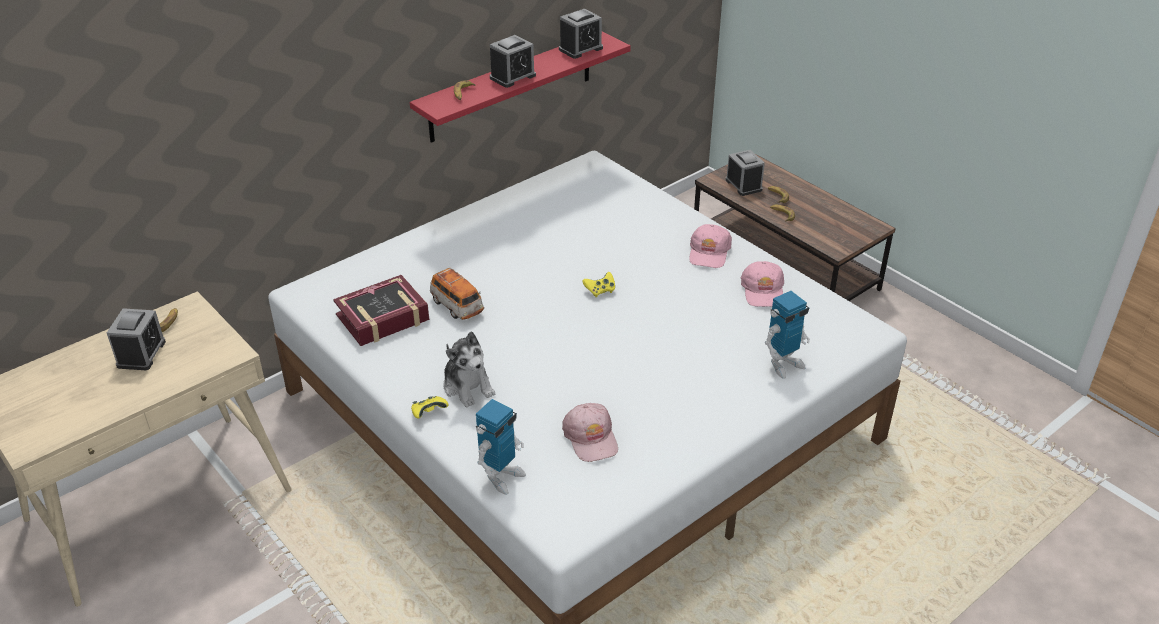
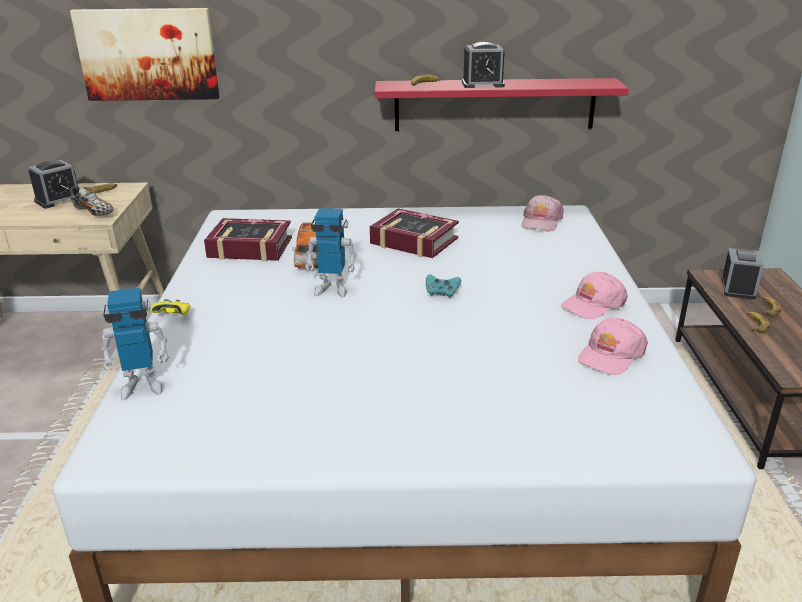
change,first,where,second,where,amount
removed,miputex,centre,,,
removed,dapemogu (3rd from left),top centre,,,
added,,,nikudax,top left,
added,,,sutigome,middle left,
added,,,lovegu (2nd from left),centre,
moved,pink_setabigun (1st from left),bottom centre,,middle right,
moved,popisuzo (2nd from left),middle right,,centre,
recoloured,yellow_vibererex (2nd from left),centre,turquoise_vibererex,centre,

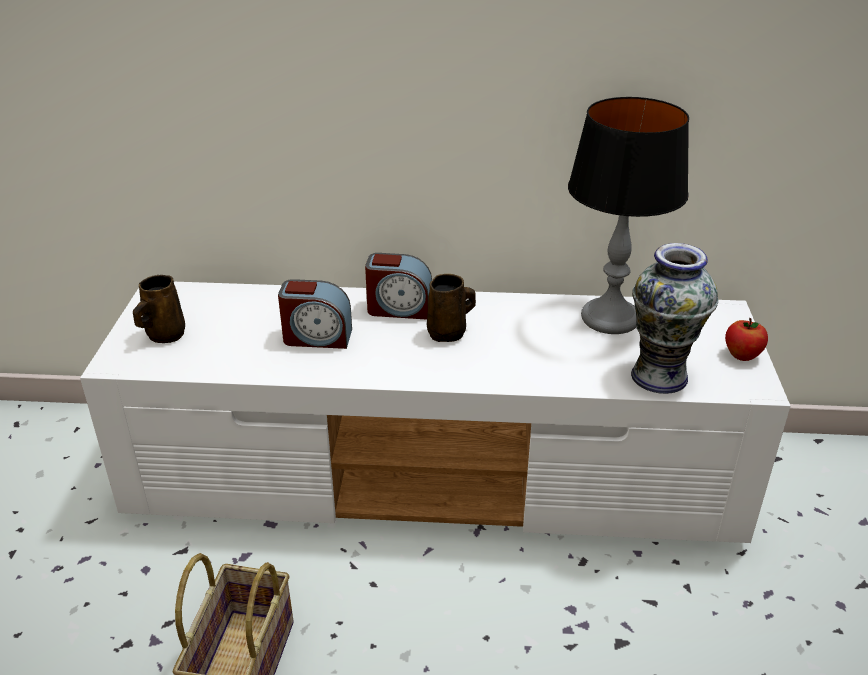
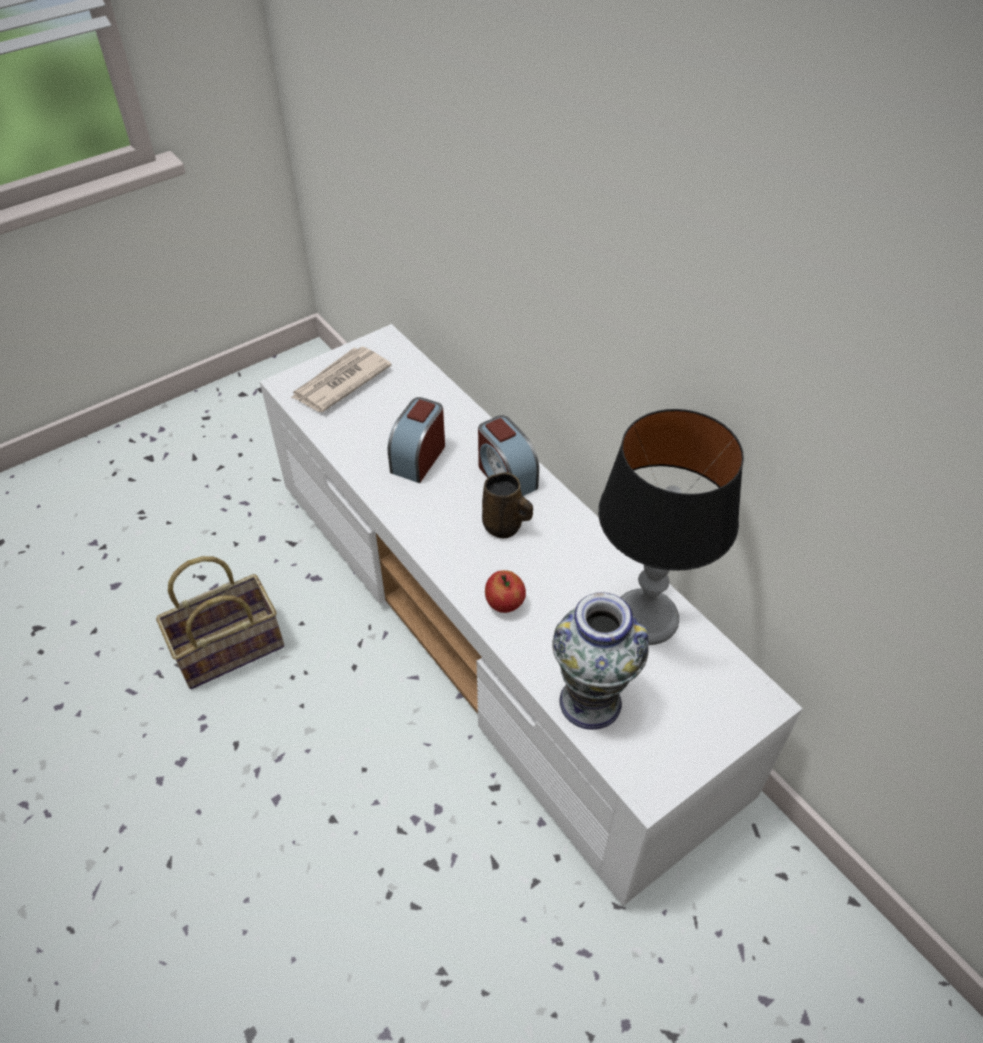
change,first,where,second,where,amount
moved,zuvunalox,middle right,,centre,
replaced,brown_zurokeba (1st from left),middle left,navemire,centre,
turned,dapemogu (1st from left),centre,,centre,60 degrees clockwise

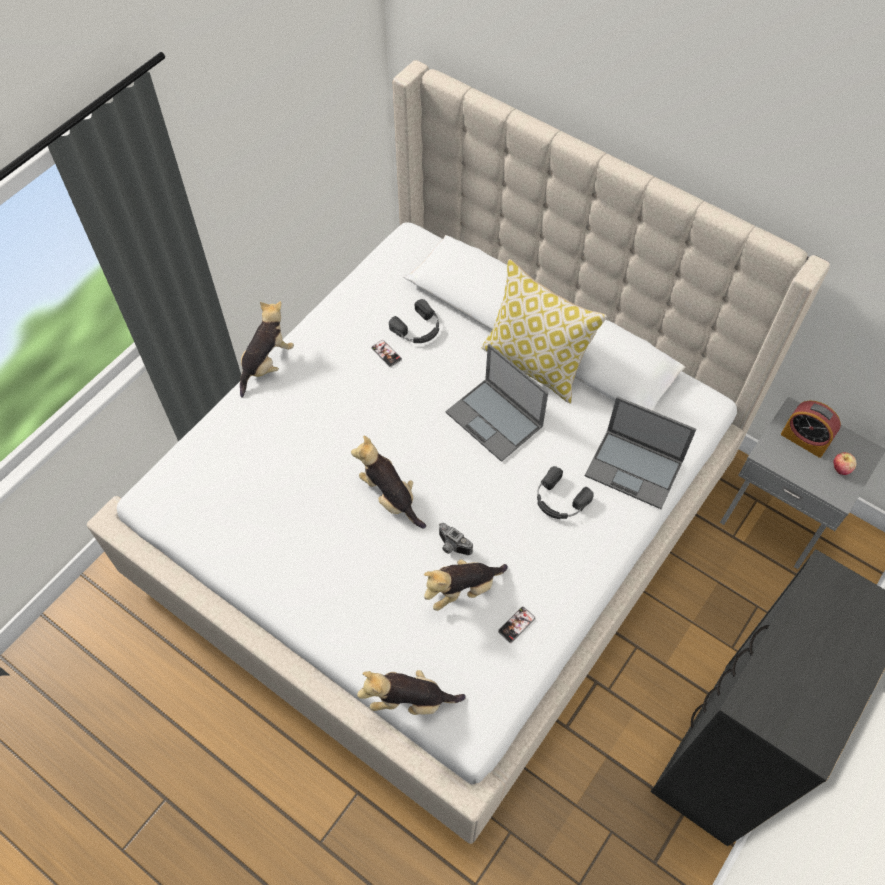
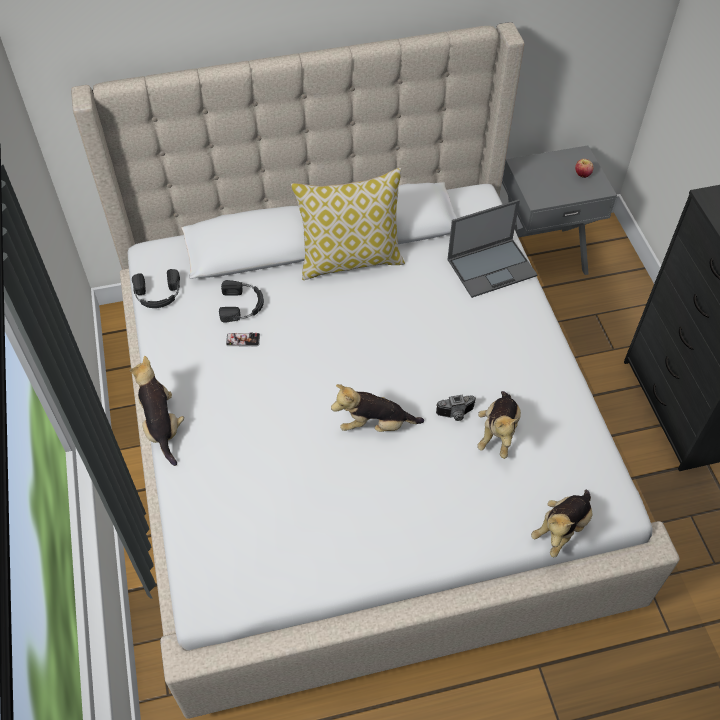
change,first,where,second,where,amount
removed,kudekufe (1st from left),centre,,,
removed,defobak (2nd from left),bottom centre,,,
removed,dapemogu,middle right,,,
moved,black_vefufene (2nd from left in the first image),centre,black_vefufene (1st from left),middle left,

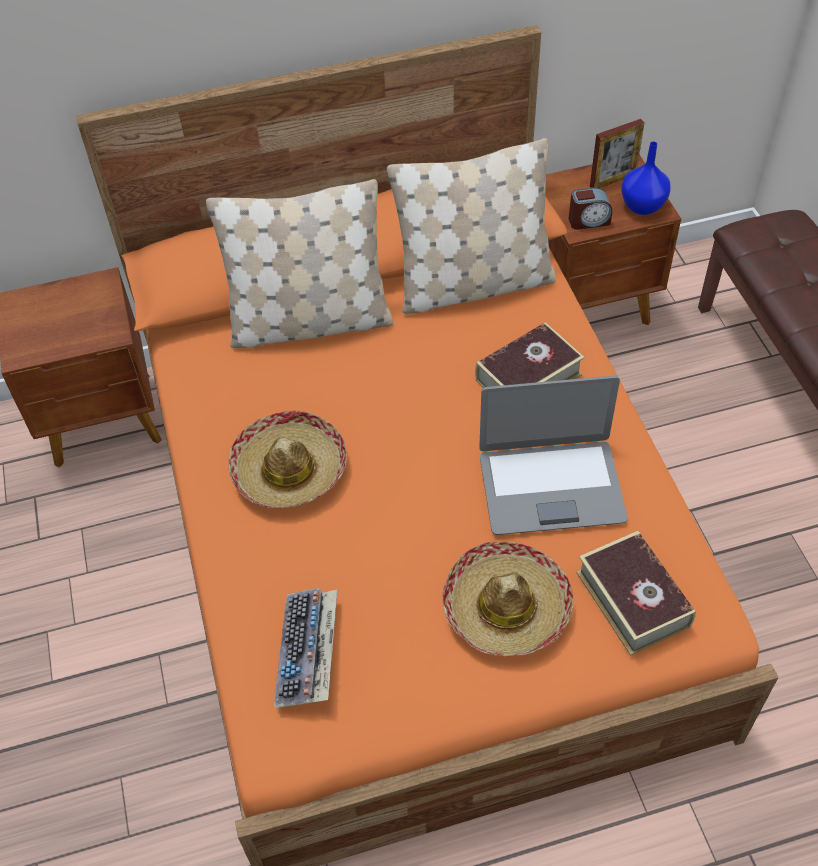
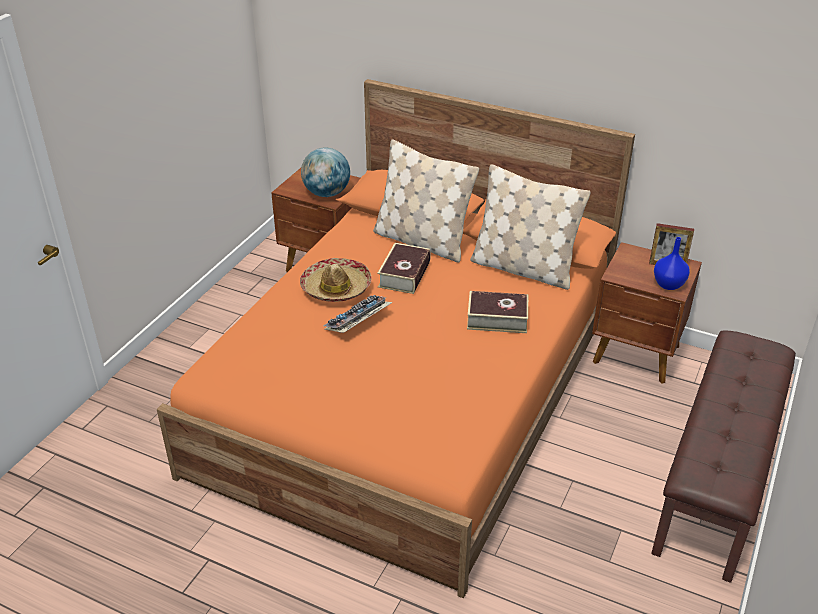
change,first,where,second,where,amount
removed,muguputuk (2nd from left),bottom centre,,,
removed,kudekufe,middle right,,,
removed,dapemogu,top right,,,
added,,,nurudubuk,top centre,
moved,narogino,bottom centre,,centre,
moved,lovegu (2nd from left in the first image),bottom right,lovegu (1st from left),centre,

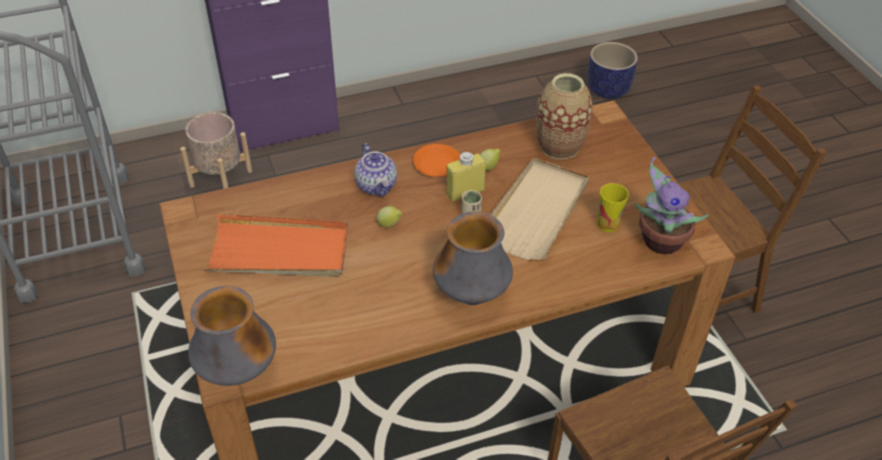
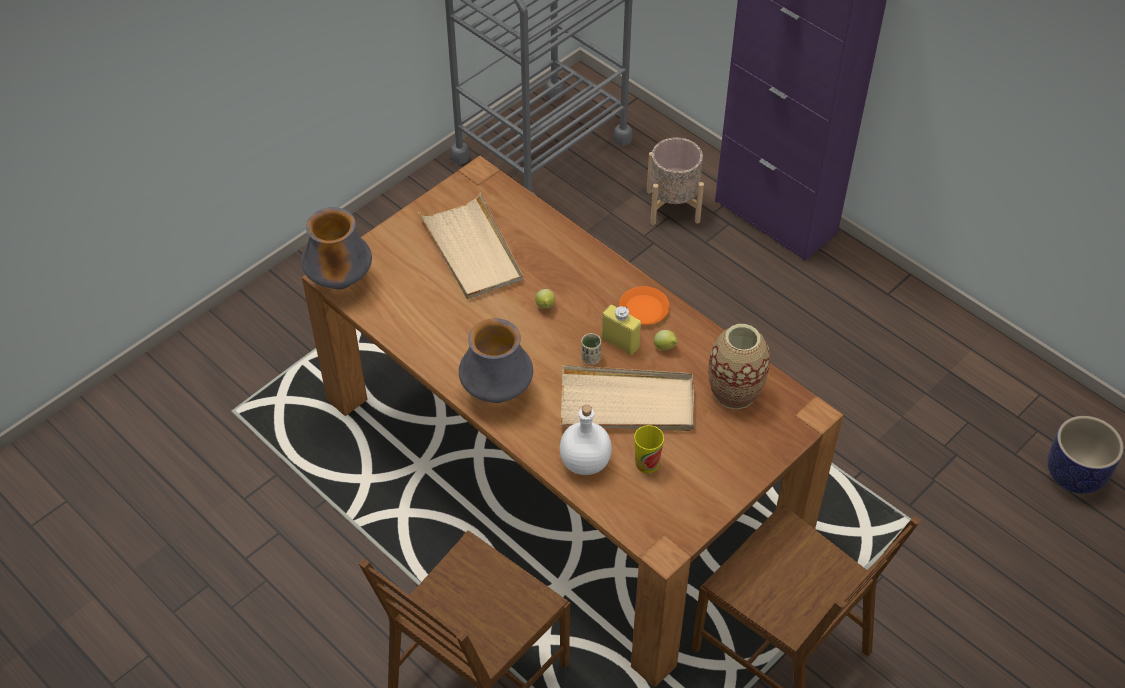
change,first,where,second,where,amount
removed,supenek,centre,,,
removed,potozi,middle right,,,
added,,,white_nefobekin,centre,
recoloured,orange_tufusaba,middle left,beige_tufusaba (1st from left),centre,

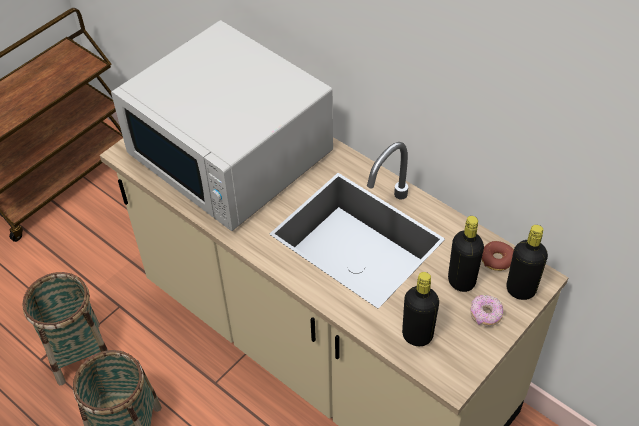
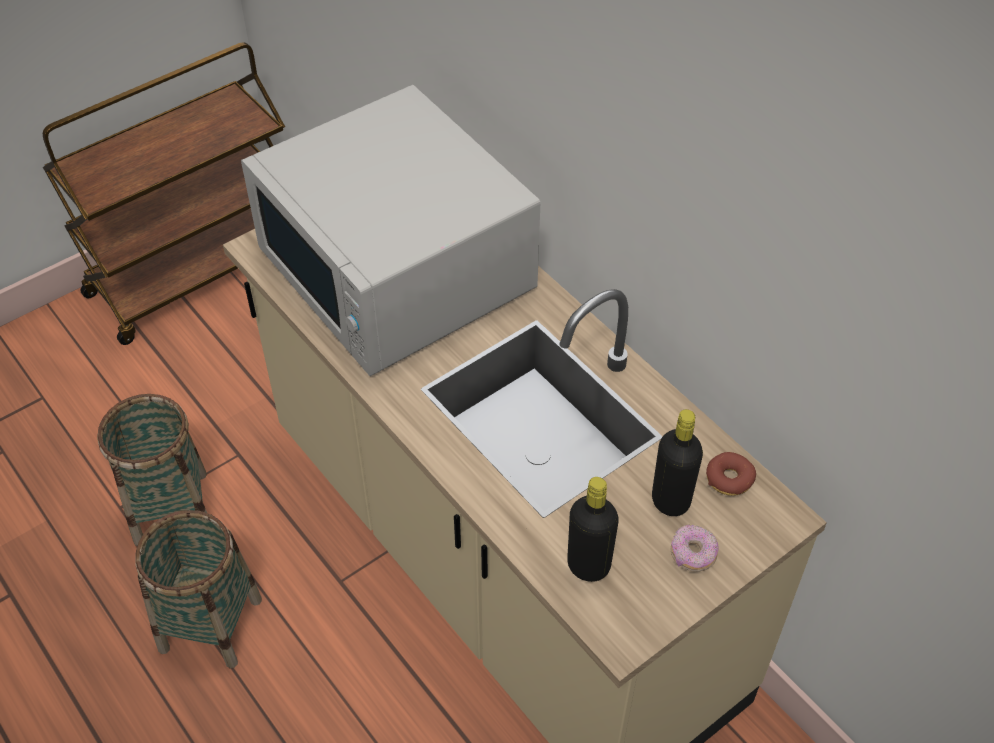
change,first,where,second,where,amount
removed,black_nefobekin (3rd from left),middle right,,,

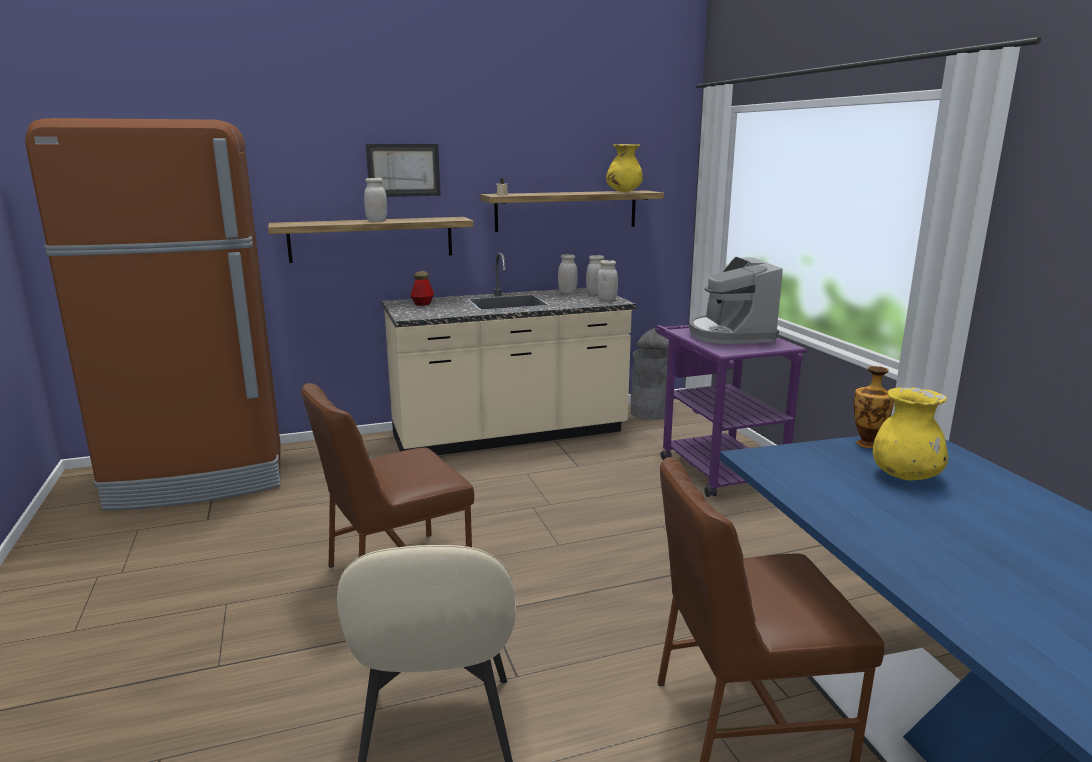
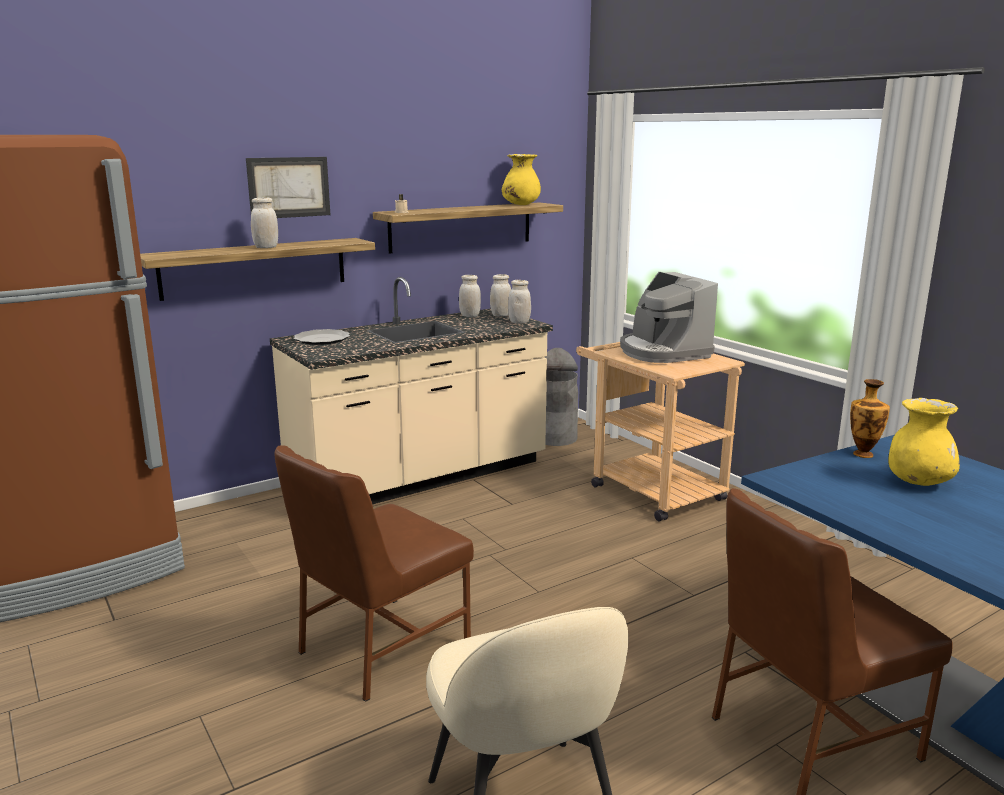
change,first,where,second,where,amount
replaced,nefobekin,centre,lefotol,middle left,
recoloured,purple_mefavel,middle right,beige_mefavel,centre,

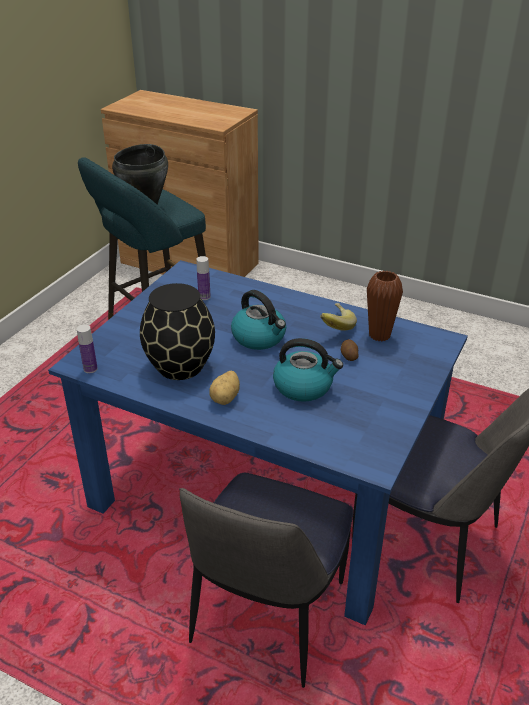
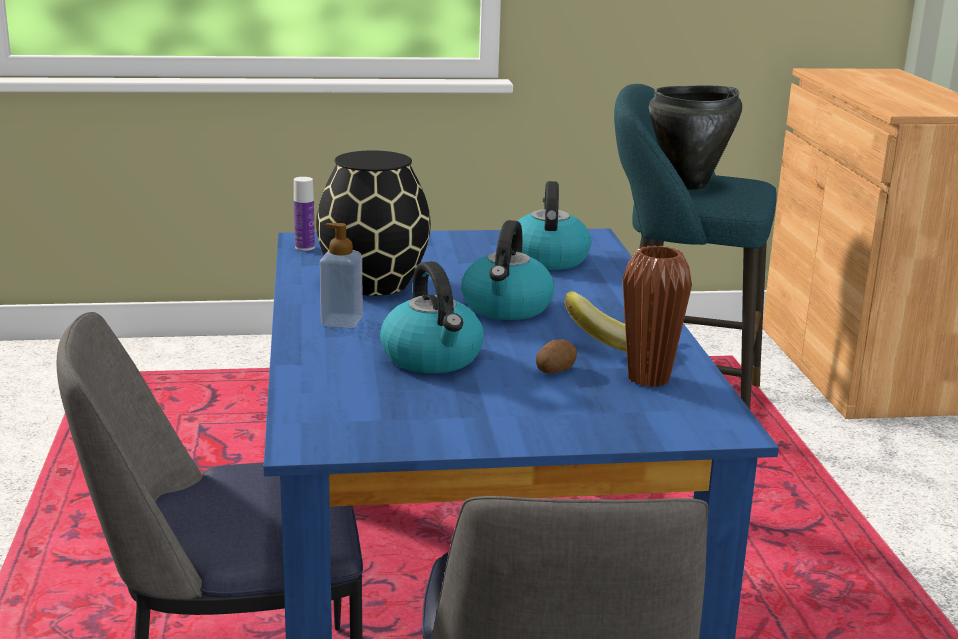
change,first,where,second,where,amount
replaced,nefobekin (2nd from left),centre,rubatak (3rd from left),centre,
replaced,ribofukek (1st from left),centre,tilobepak,centre,

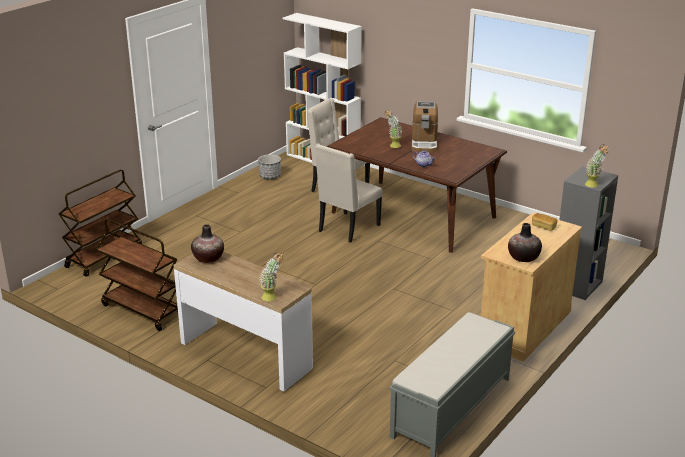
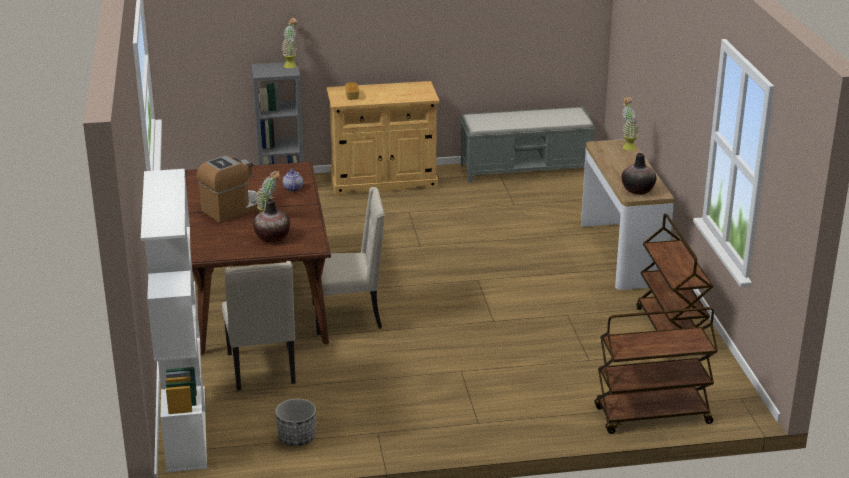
change,first,where,second,where,amount
moved,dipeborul (2nd from left in the first image),middle right,dipeborul (1st from left),middle left,

